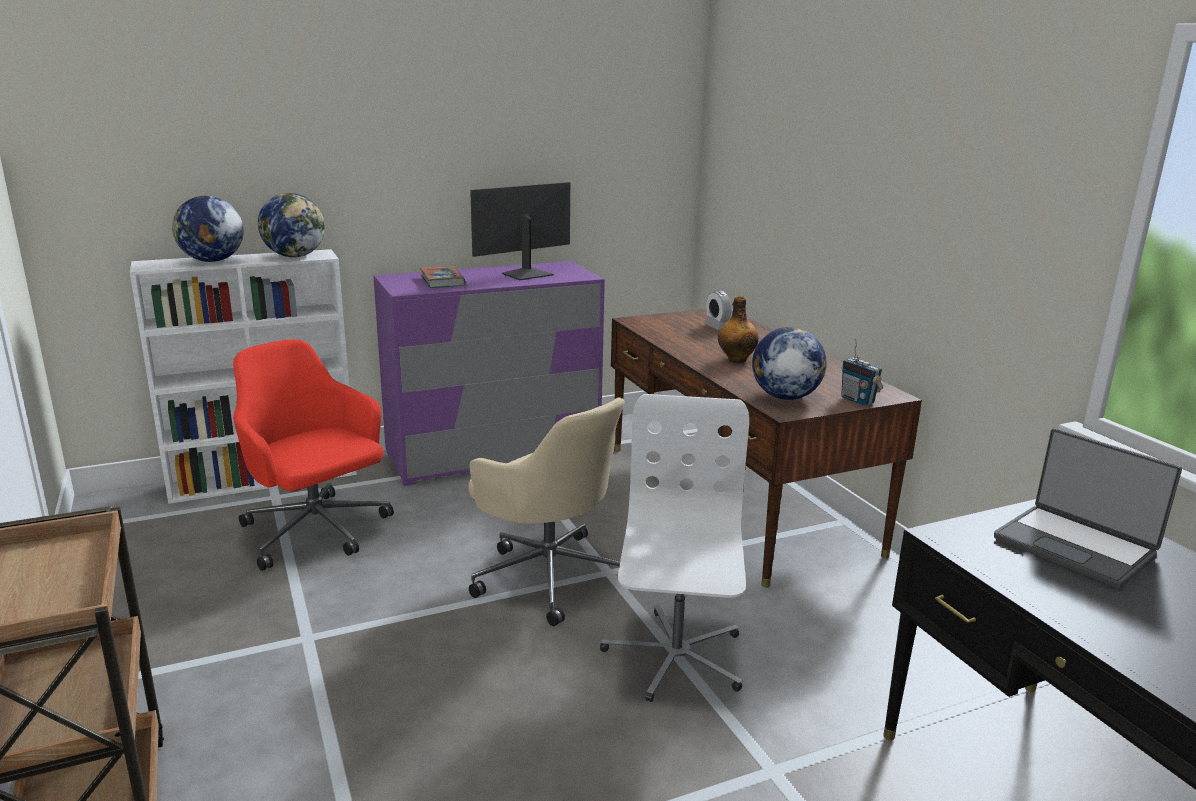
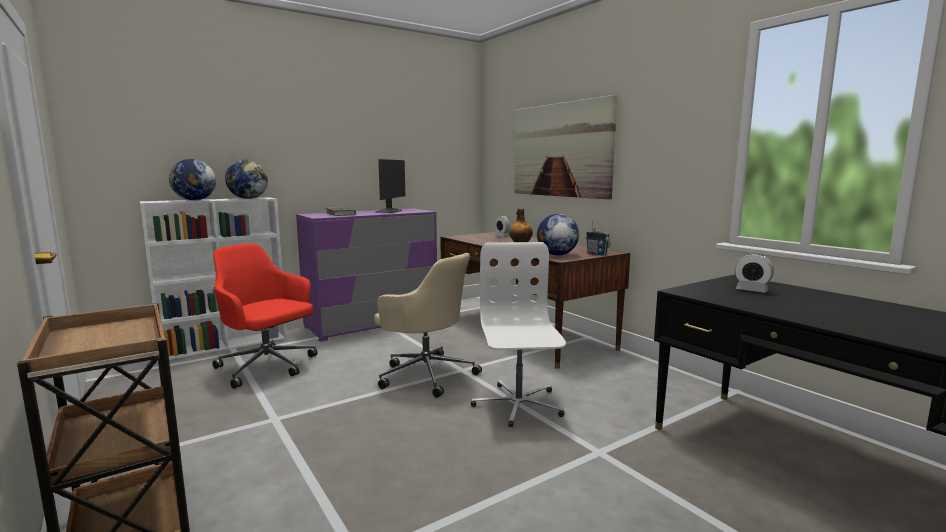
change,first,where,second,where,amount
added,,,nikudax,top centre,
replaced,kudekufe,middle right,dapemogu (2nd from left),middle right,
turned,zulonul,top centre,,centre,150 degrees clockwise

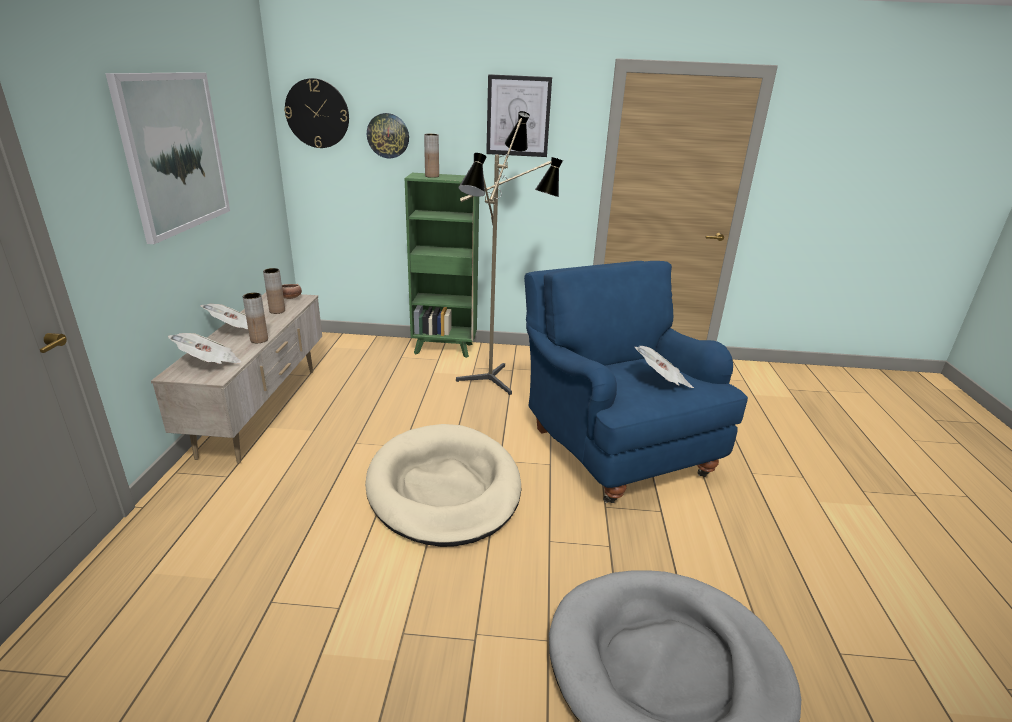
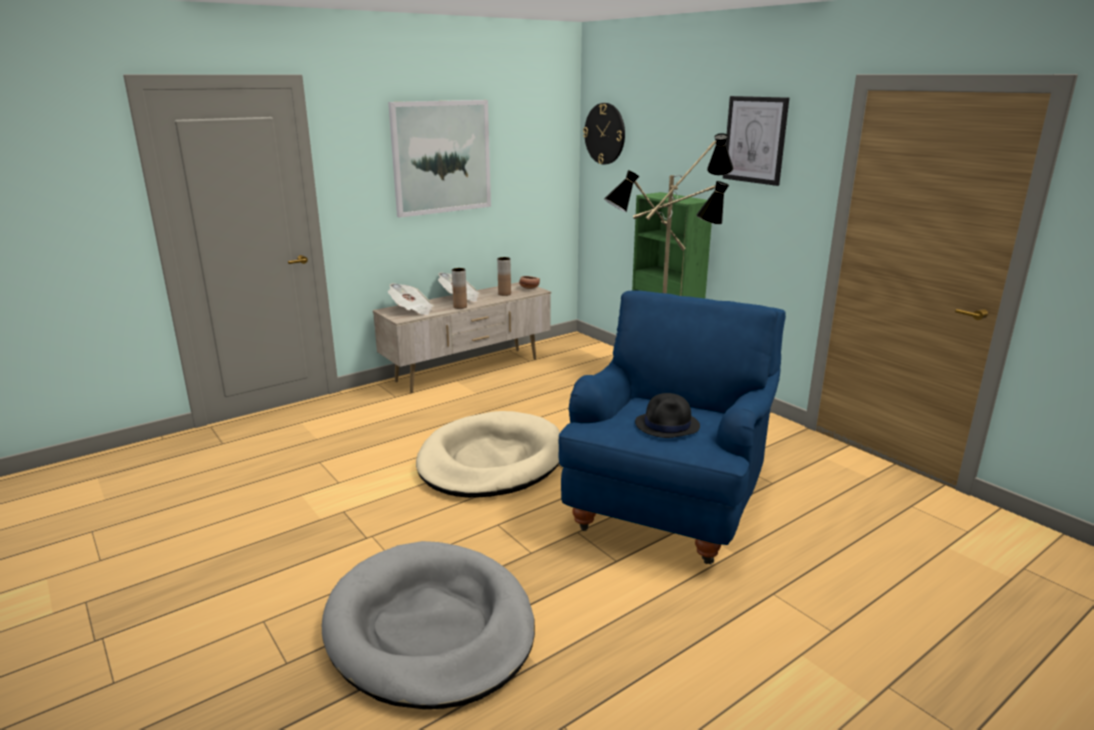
change,first,where,second,where,amount
removed,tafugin (2nd from left),top centre,,,
removed,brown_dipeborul (3rd from left),top centre,,,
replaced,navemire (3rd from left),centre,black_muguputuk,centre,

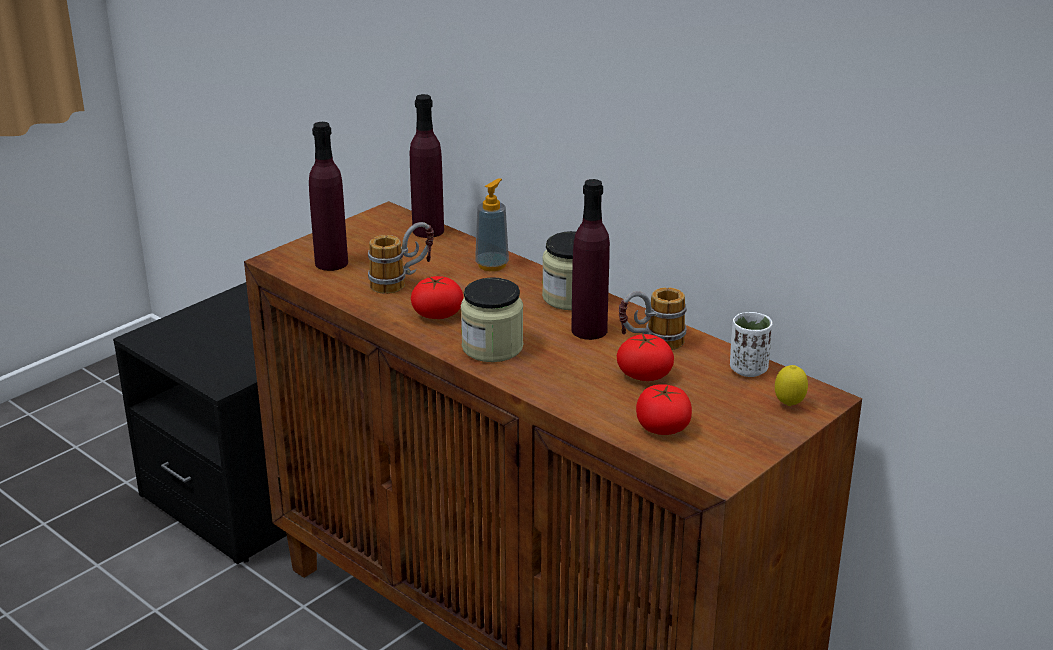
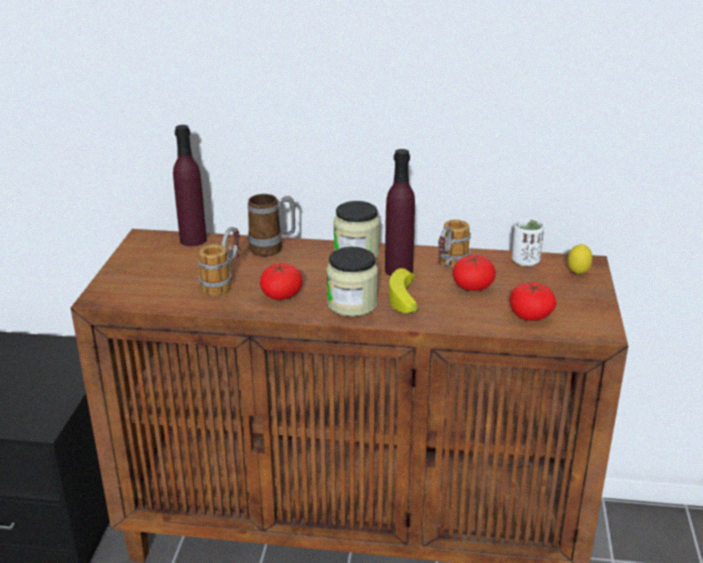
change,first,where,second,where,amount
removed,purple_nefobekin (1st from left),top left,,,
added,,,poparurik,centre,
replaced,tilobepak,centre,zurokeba (2nd from left),centre,

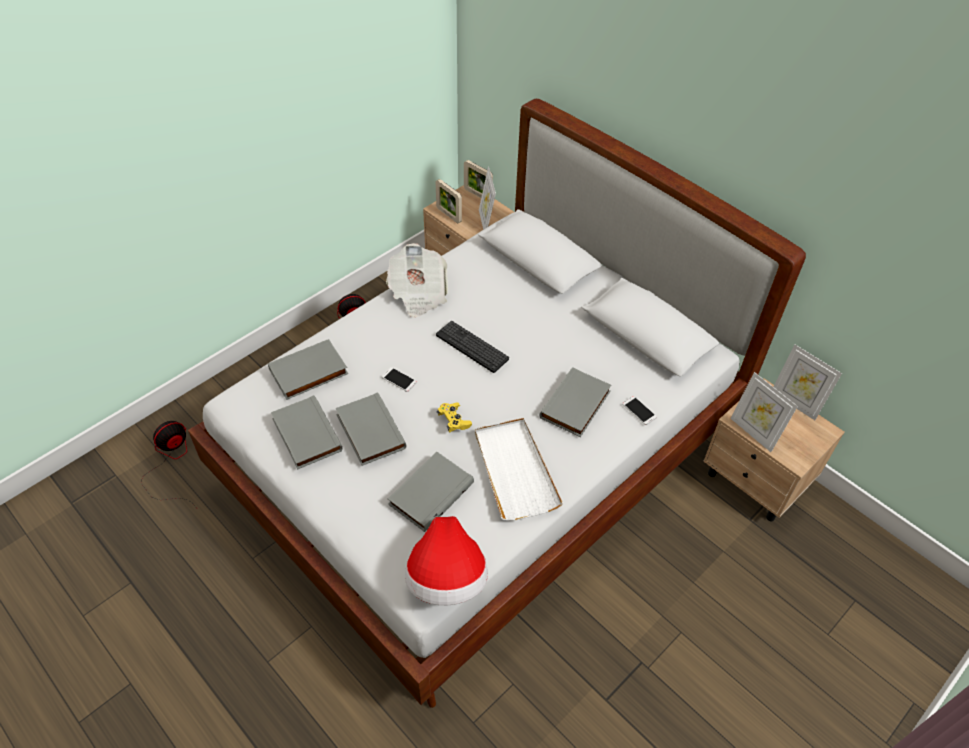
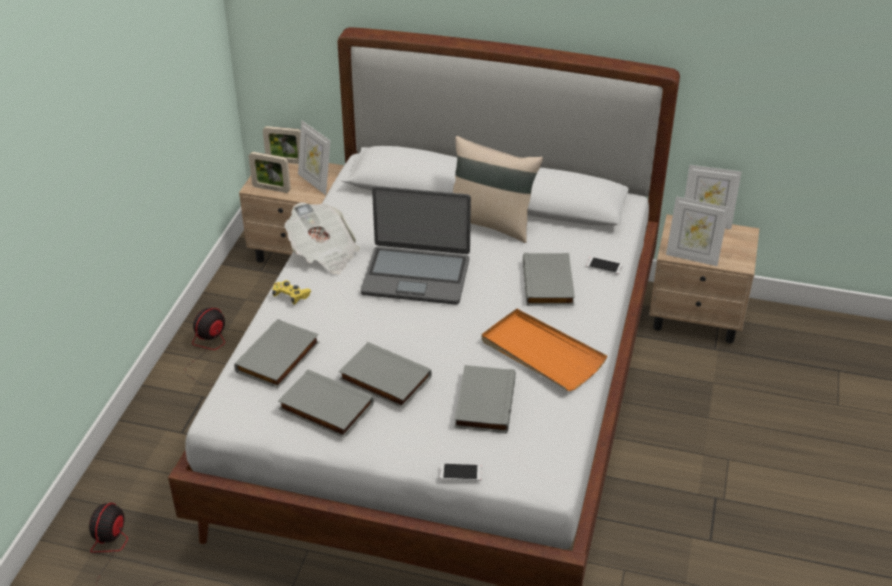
change,first,where,second,where,amount
removed,muguputuk,bottom centre,,,
added,,,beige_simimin,top centre,
moved,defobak (1st from left),centre,,bottom centre,
moved,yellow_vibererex,centre,,middle left,
replaced,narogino,centre,kudekufe,centre,
recoloured,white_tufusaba,centre,orange_tufusaba,centre,

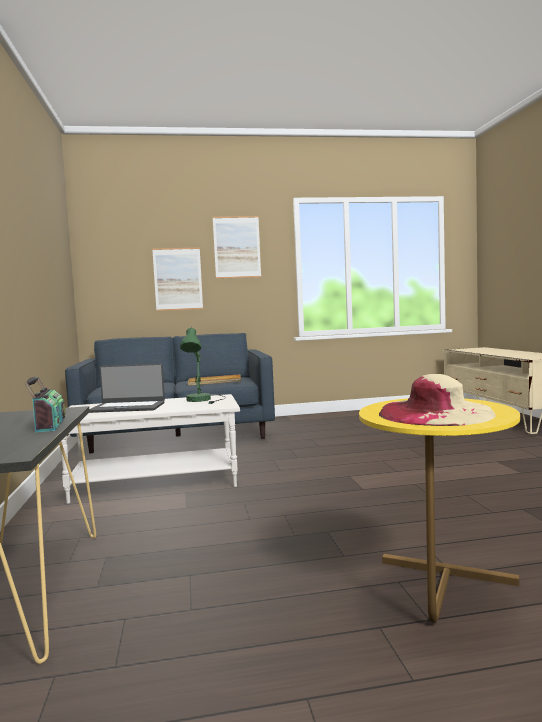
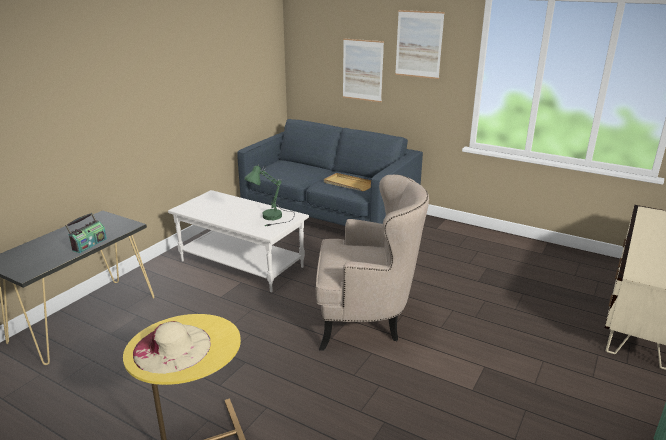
change,first,where,second,where,amount
removed,kudekufe,middle left,,,
added,,,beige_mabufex,centre,

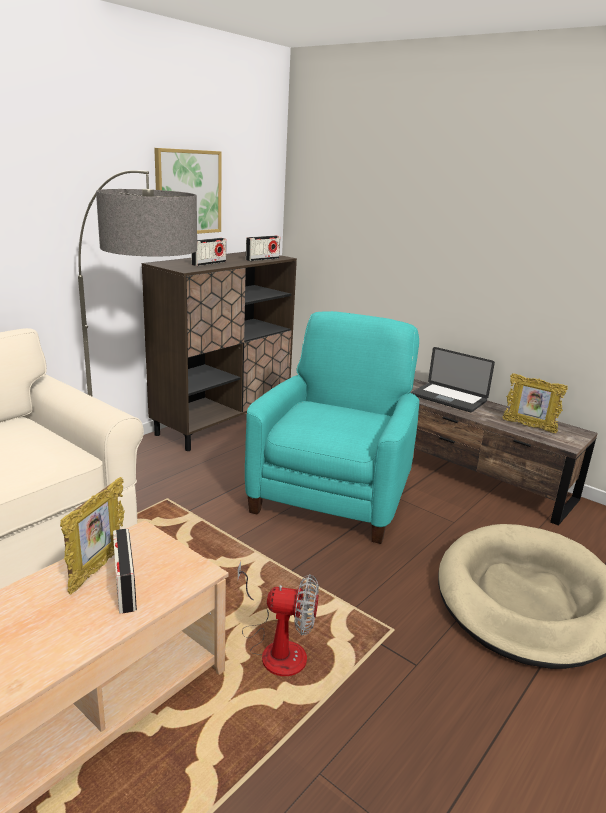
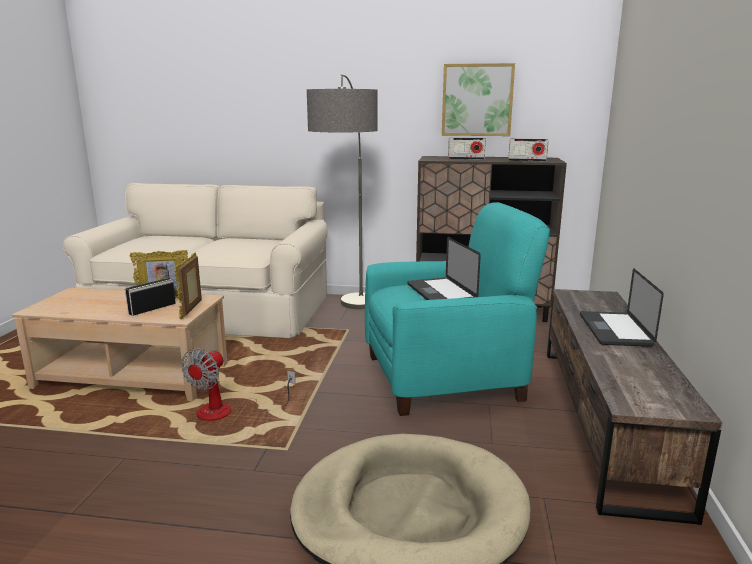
change,first,where,second,where,amount
added,,,kudekufe (1st from left),centre,
moved,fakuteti (2nd from left),middle right,,middle left,
turned,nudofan,bottom centre,,bottom left,45 degrees clockwise

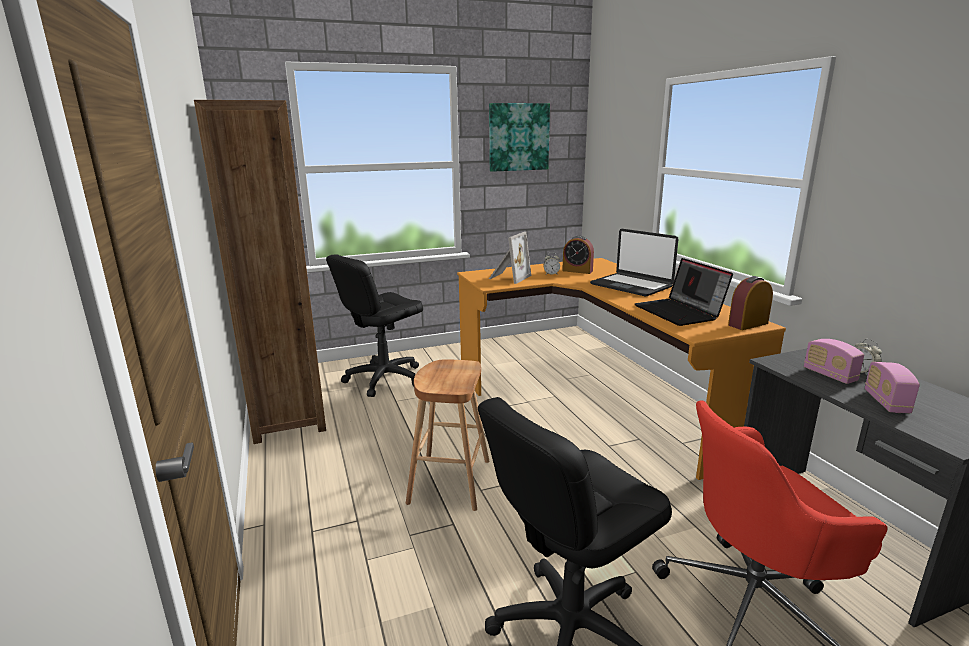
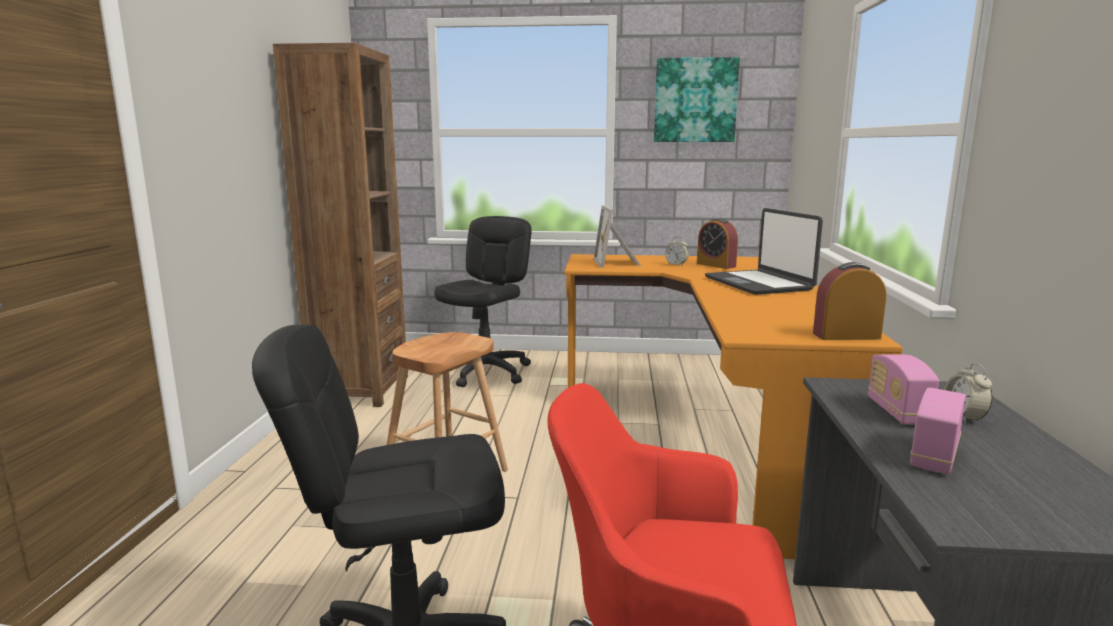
change,first,where,second,where,amount
removed,kudekufe (2nd from left),middle right,,,
turned,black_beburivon (1st from left in the first image),centre,black_beburivon (2nd from left),centre,135 degrees clockwise
turned,fakuteti,centre,,centre,120 degrees clockwise

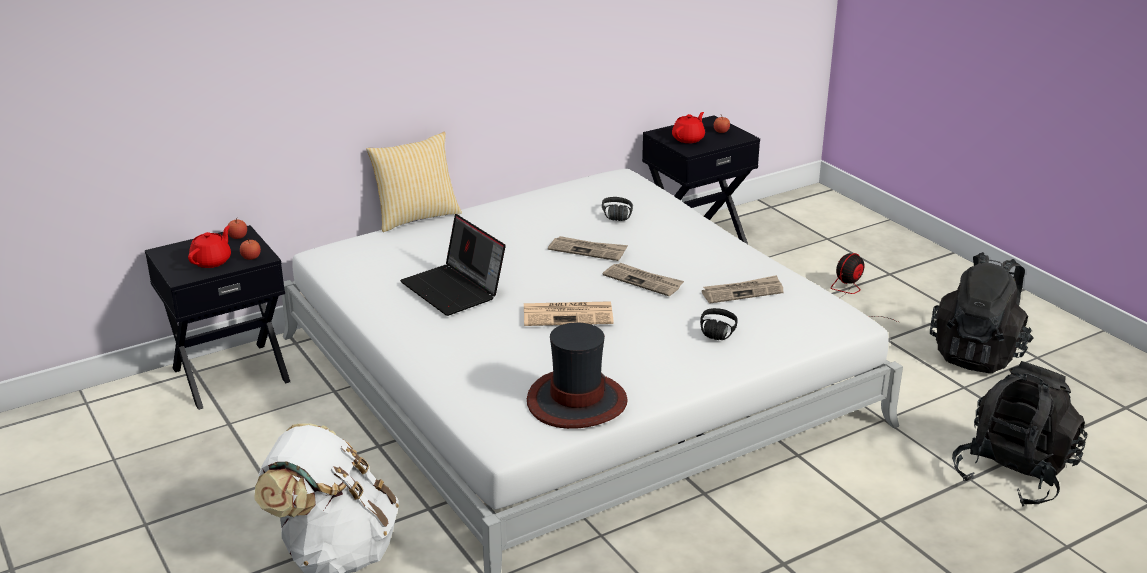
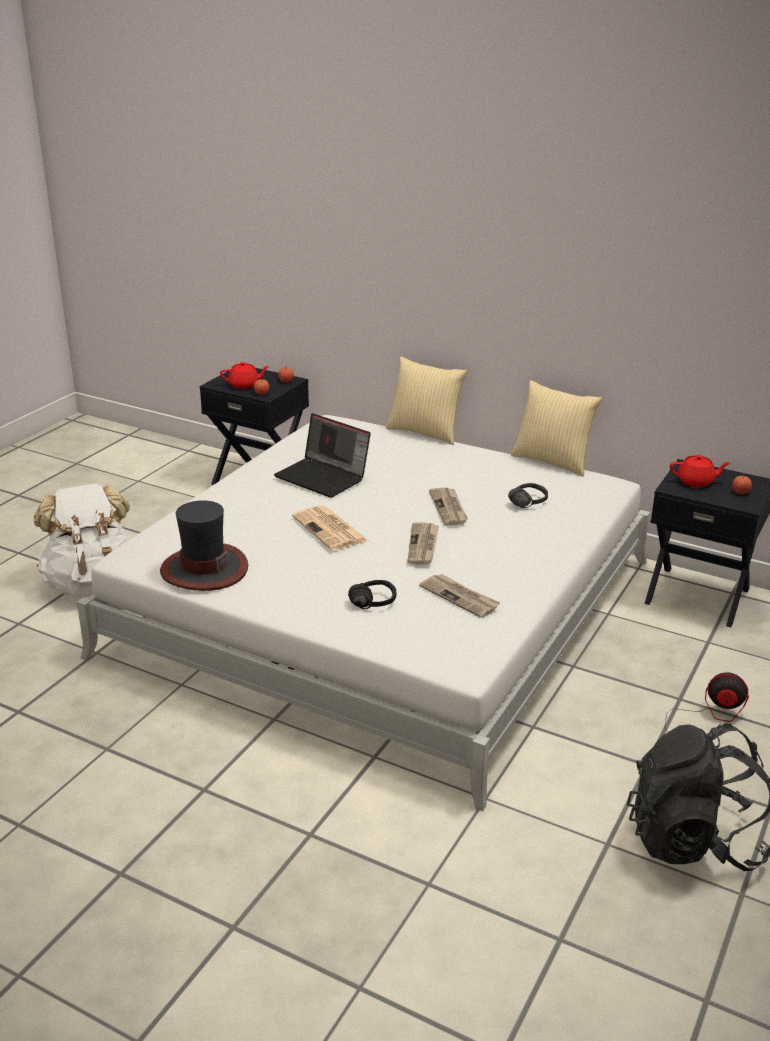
change,first,where,second,where,amount
removed,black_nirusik (2nd from left),bottom right,,,
added,,,simimin (2nd from left),middle right,
turned,kudekufe,centre,,centre,75 degrees counterclockwise

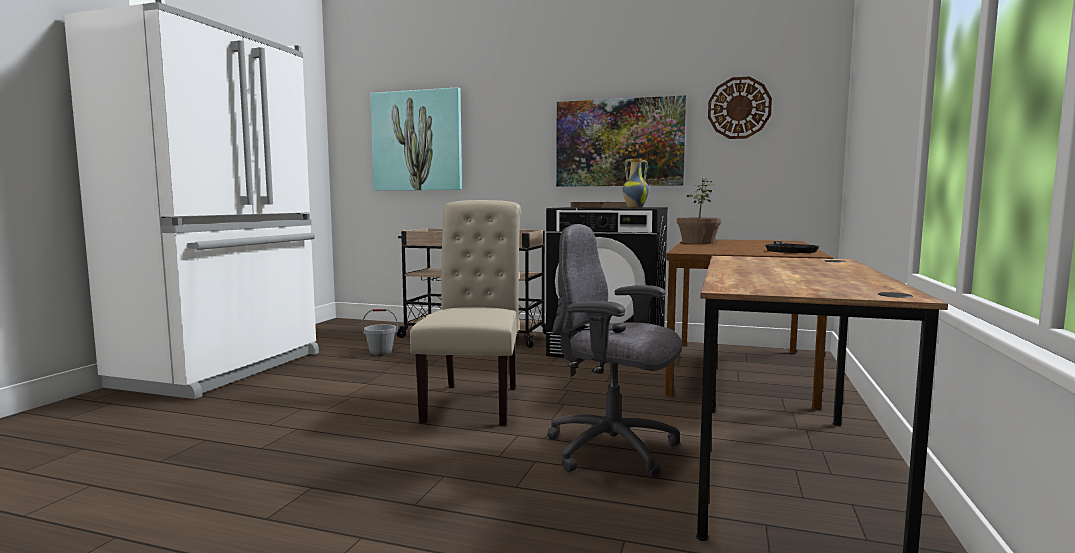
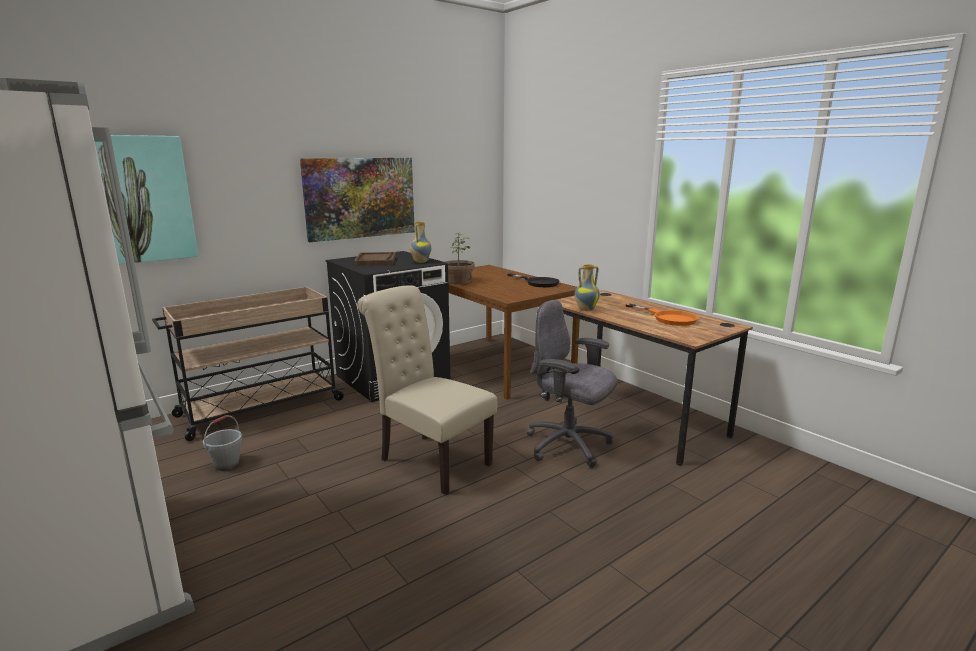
change,first,where,second,where,amount
removed,tafugin,top right,,,
added,,,dipeborul (2nd from left),centre,
added,,,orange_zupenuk,middle right,
turned,grey_beburivon,centre,,centre,60 degrees clockwise

